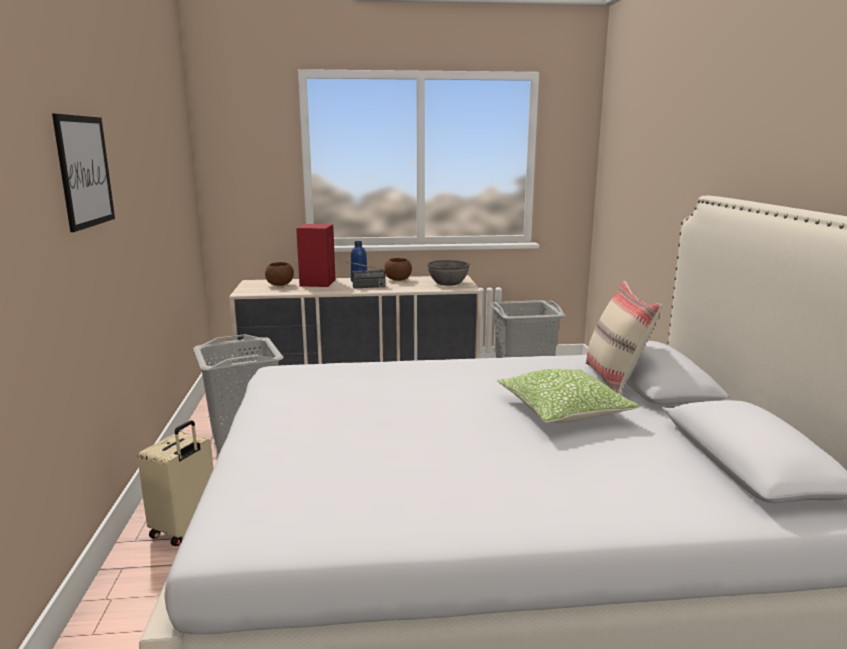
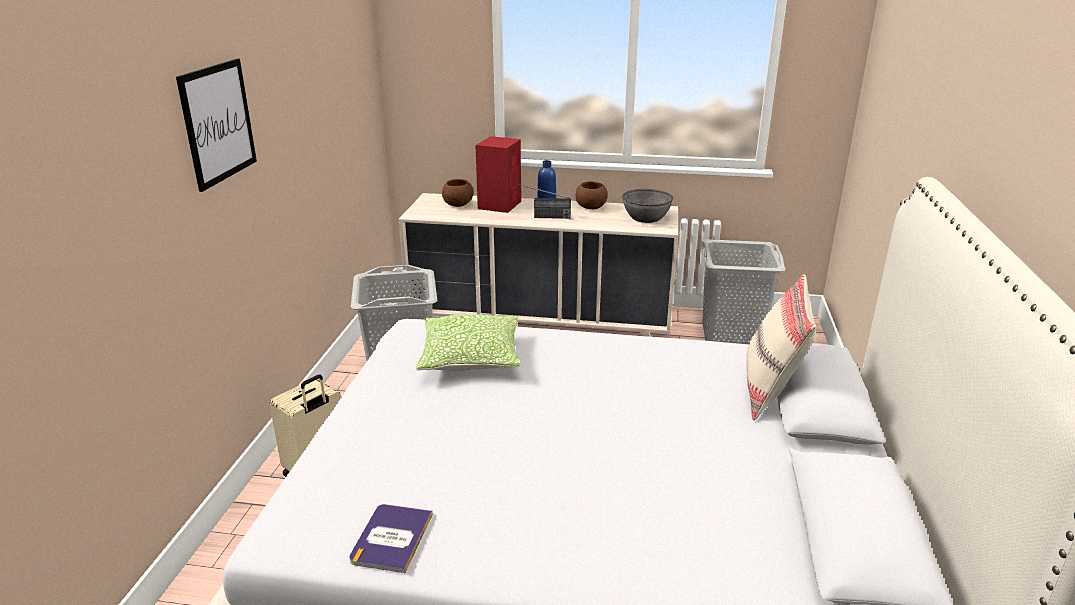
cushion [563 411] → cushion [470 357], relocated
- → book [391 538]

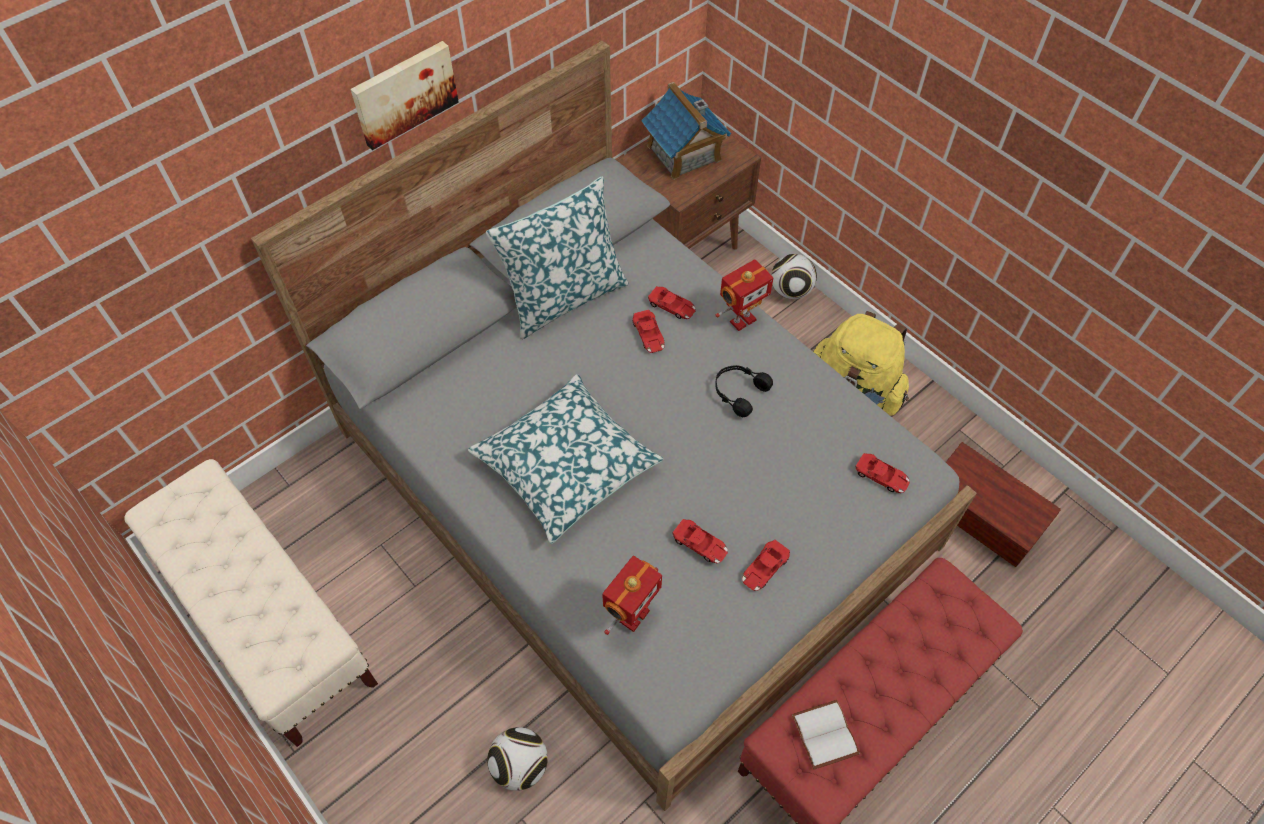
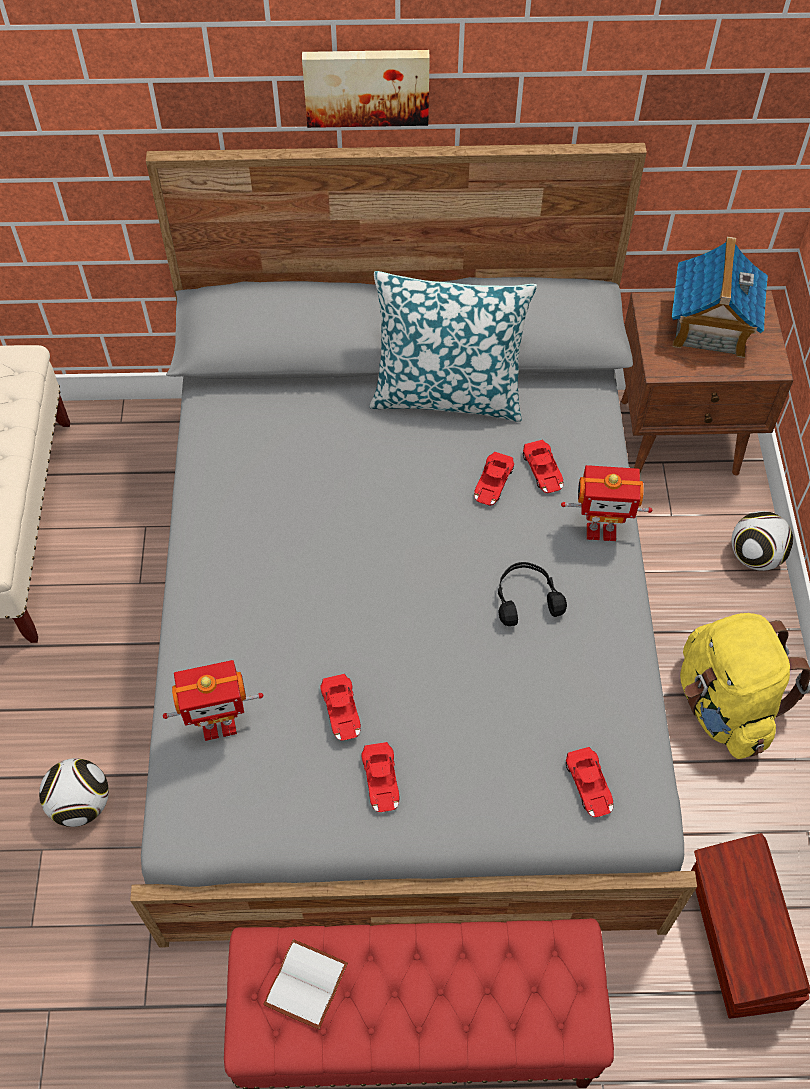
cushion [566 465] → -
red model car [764 568] → red model car [381 780], 90 degrees counterclockwise

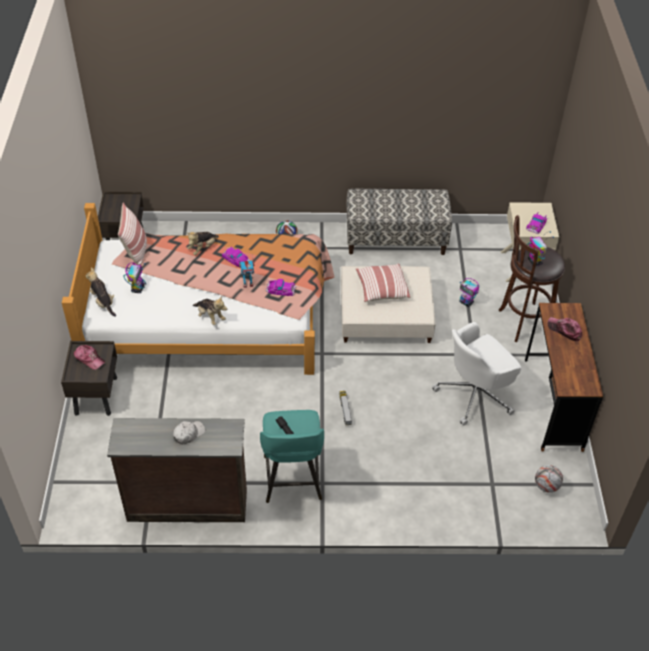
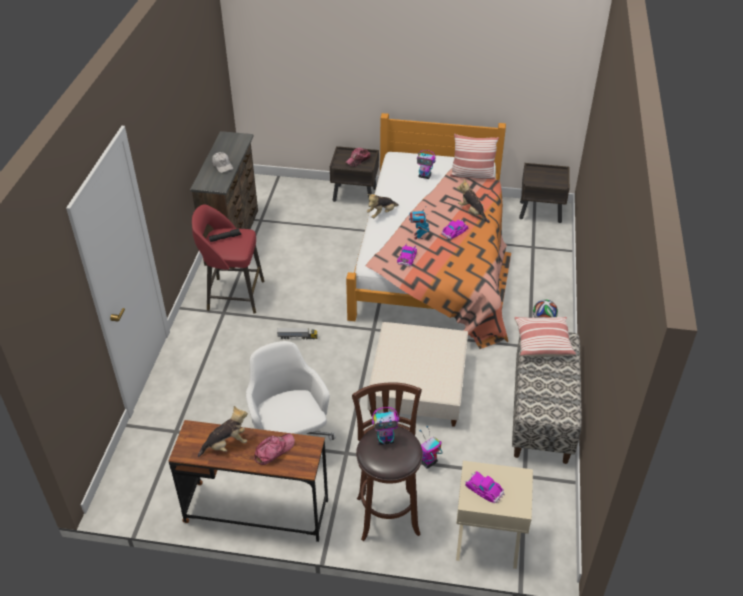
cushion [381 289] → cushion [542 343], relocated
soft toy [103 302] → soft toy [226 445], relocated
blue-green sitting stool [292 480] → red sitting stool [233 295]
football ball [546 486] → -

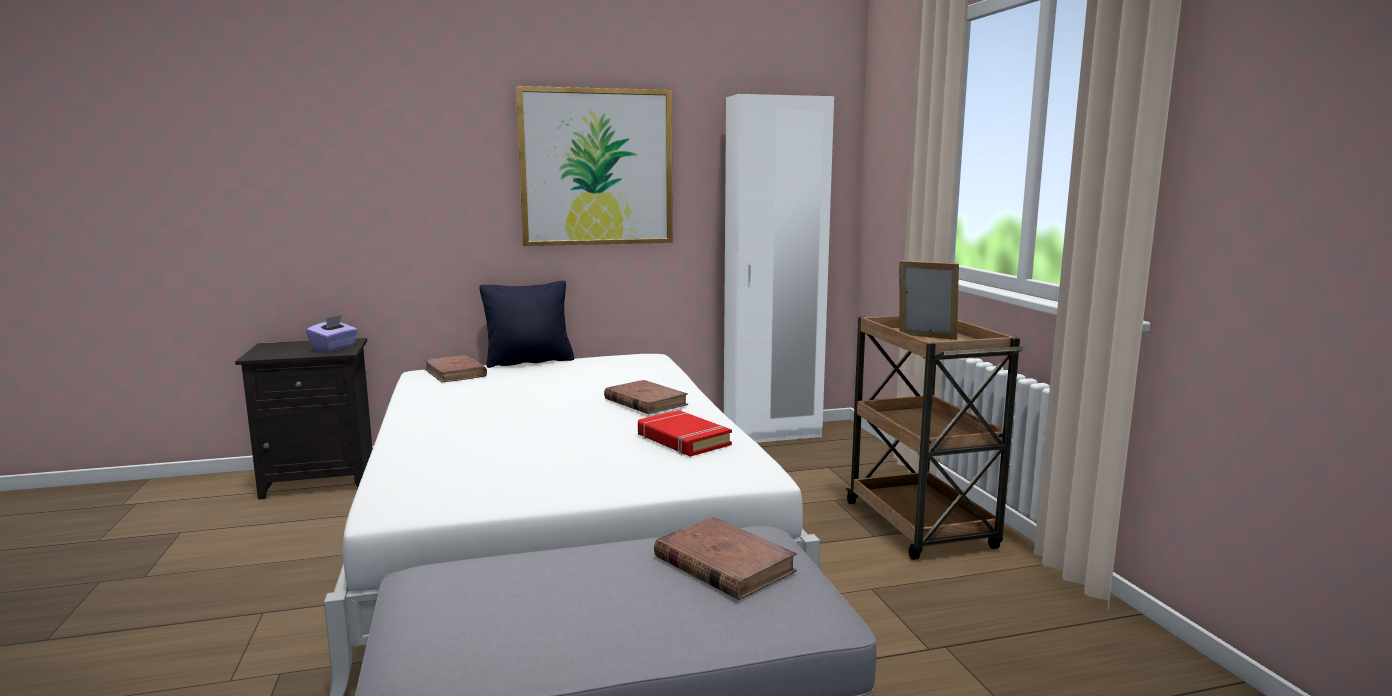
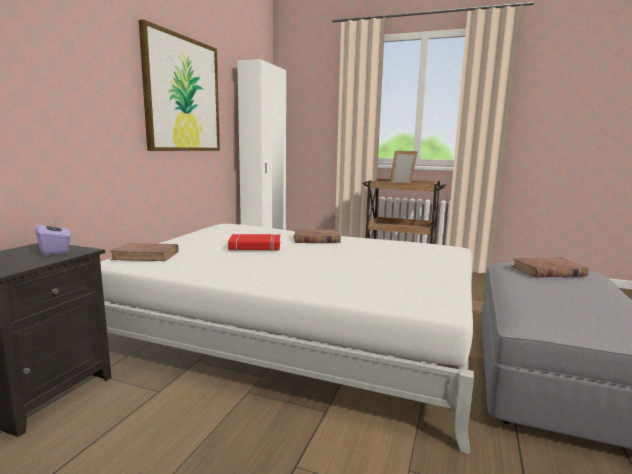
black-coloured cushion [529 362] → -
red book [683 440] → red book [255 246], relocated

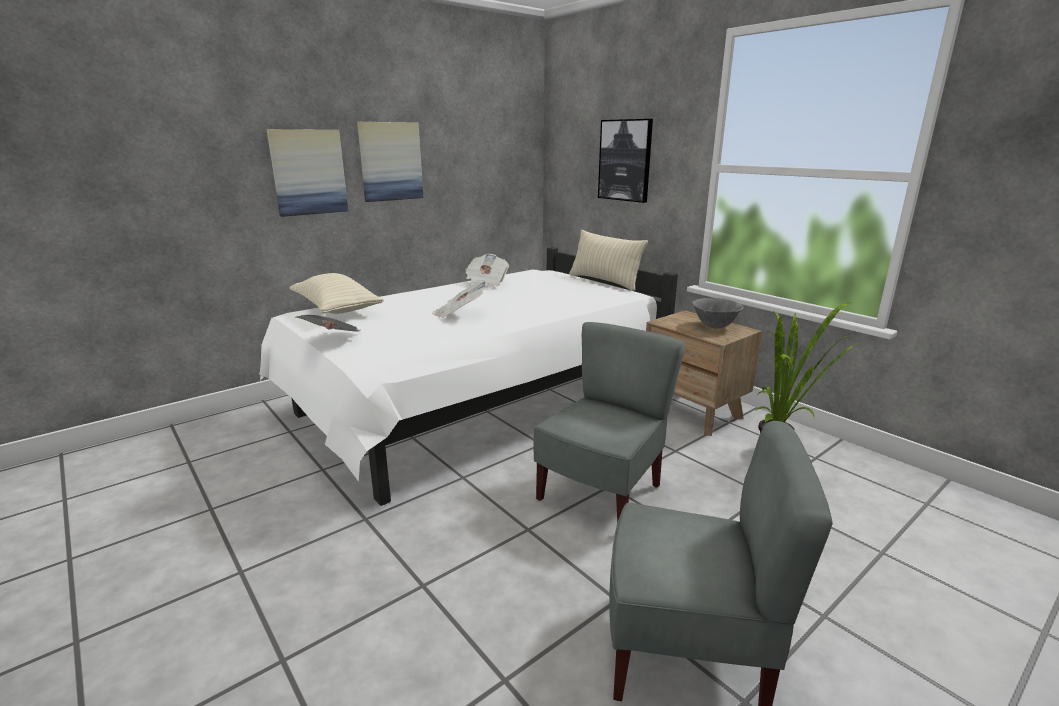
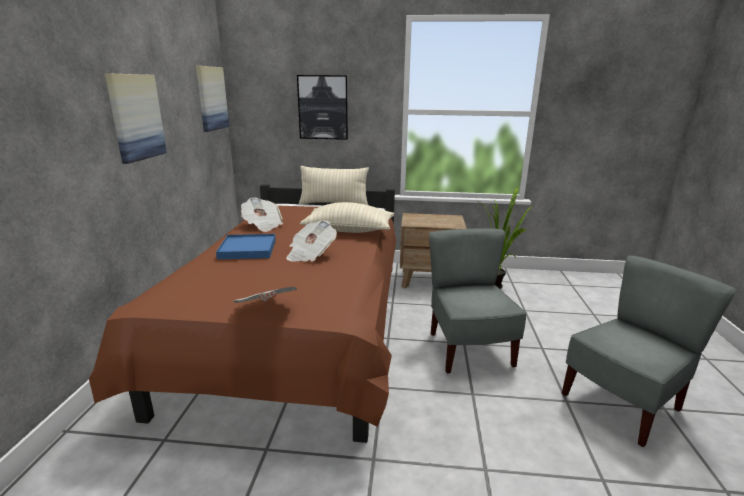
wall art [308 172] → wall art [211 98], relocated
white-coloured sleeping bed [478 403] → brown-coloured sleeping bed [298 330]
beige cushion [336 309] → beige cushion [349 230], relocated
grey serving bowl [714 326] → -
- → blue tray [248 249]

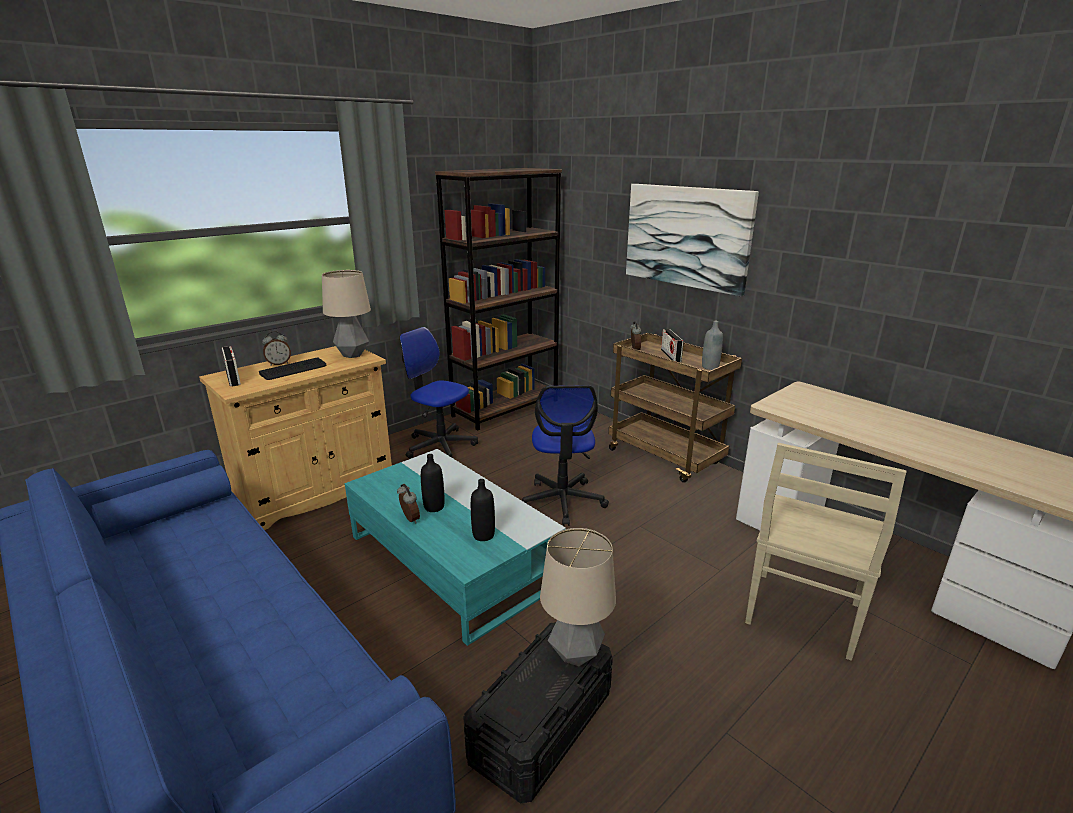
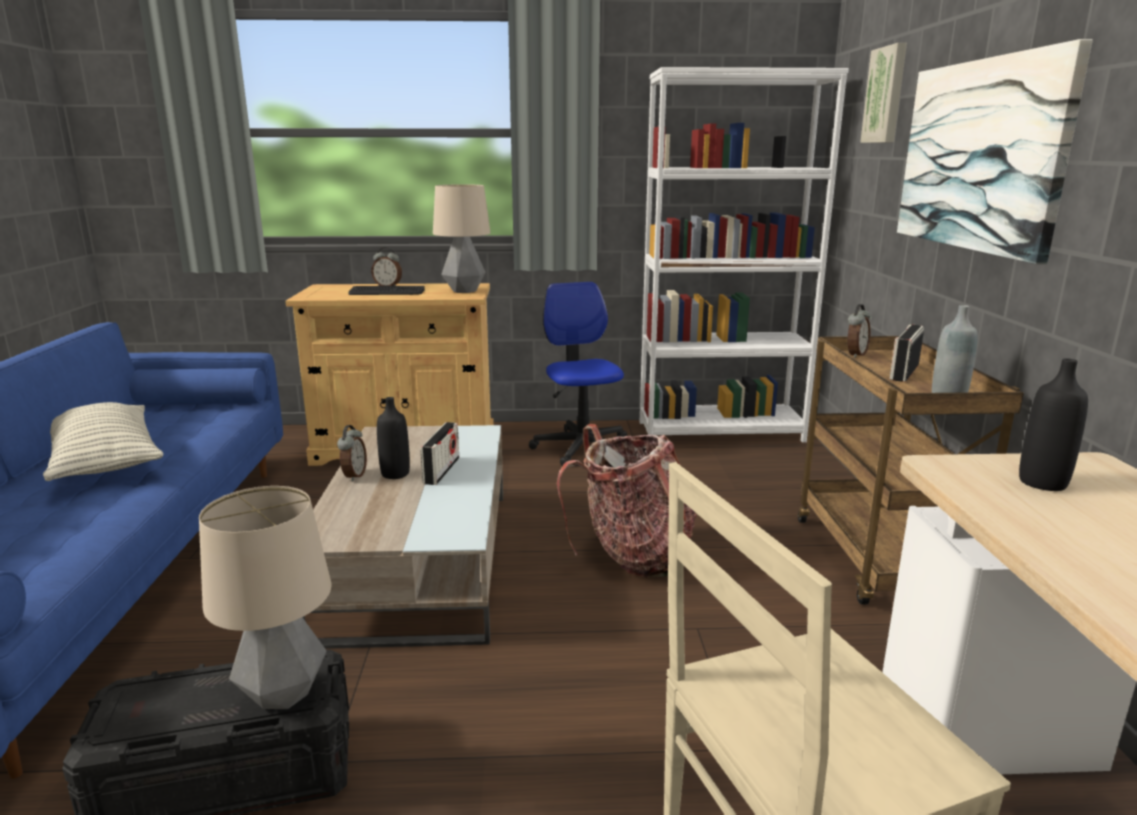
brown-coloured shelving unit [506 408] → white-coloured shelving unit [720 432]
radio receiver [233 378] → radio receiver [442 470], relocated
desk chair [562 501] → rucksack [634 554]
blue-green lounge table [452 559] → beige lounge table [419 559]
black-coloured drink bottle [483 535] → black-coloured drink bottle [1042 482], relocated
- → wall art [886 95]
- → cushion [105 462]

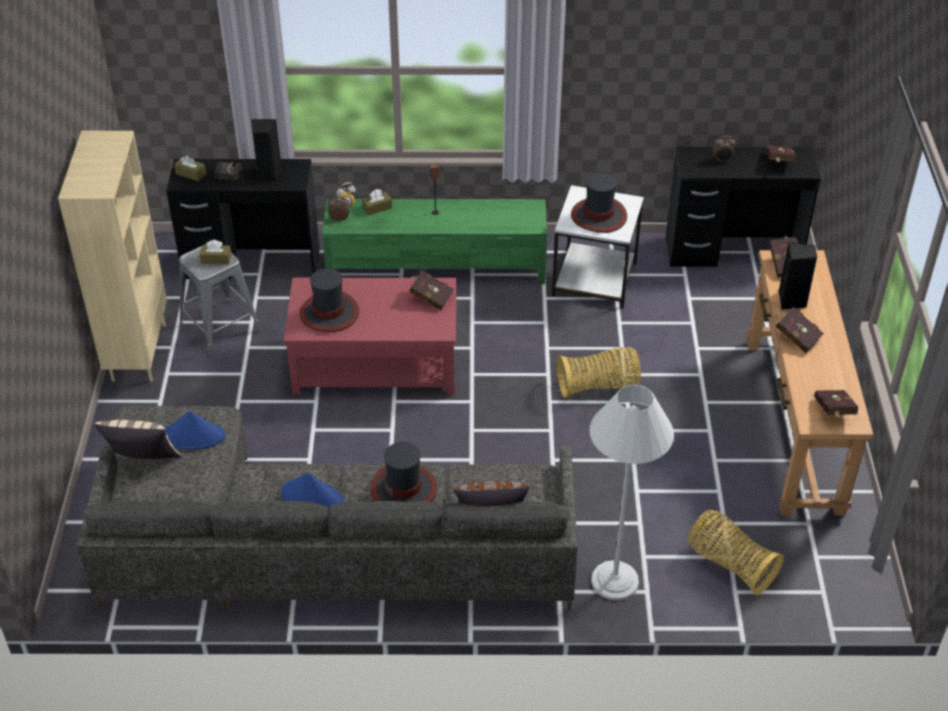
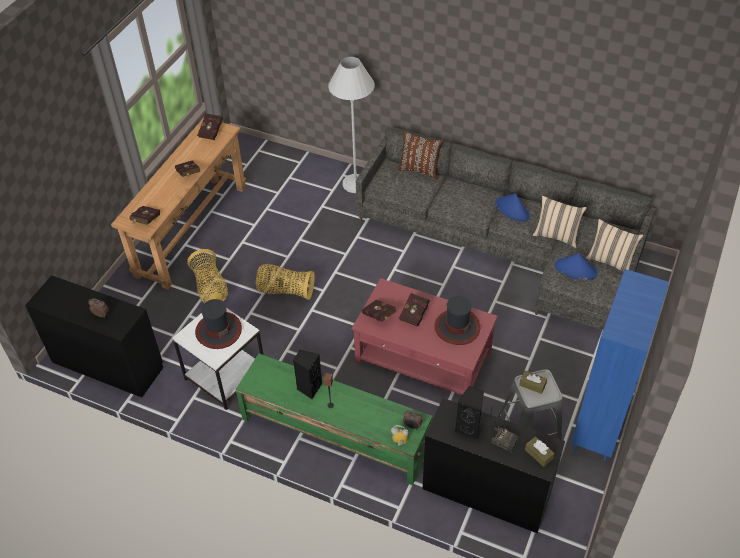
beige shelving unit [138 351] → blue shelving unit [599 429]
red book [778 163] → red book [415 314], relocated
brown-coloured tissue holder [377 208] → -
black-coloured loudspeaker [792 301] → black-coloured loudspeaker [309 388], relocated
wearable hat [404 489] → -
basket [730 564] → basket [210 288], relocated
- → beige cushion [556 236]

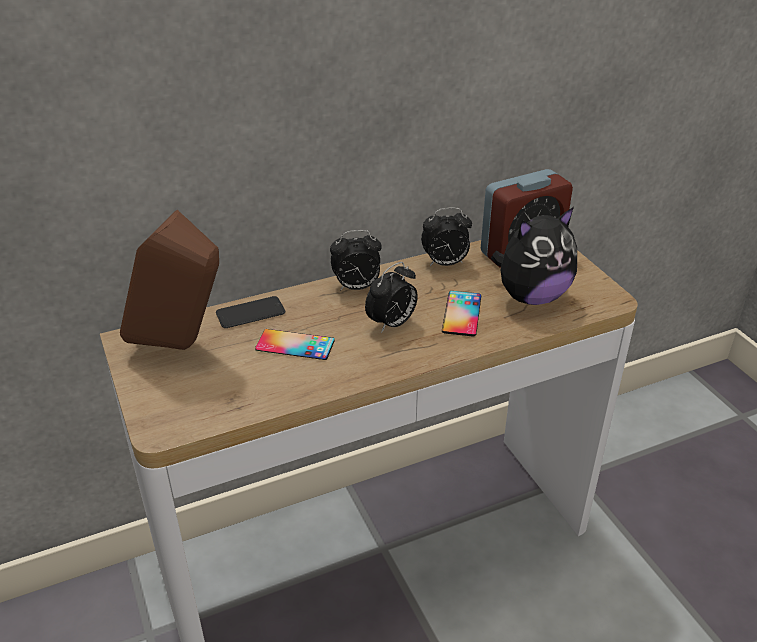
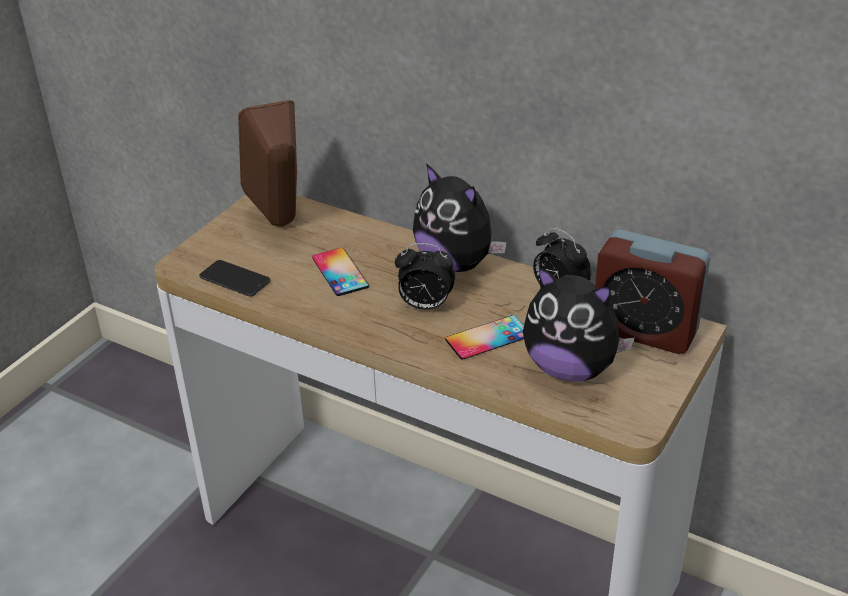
alarm clock [356 287] → soft toy [456 263]
handset [250 313] → handset [235 279], relocated

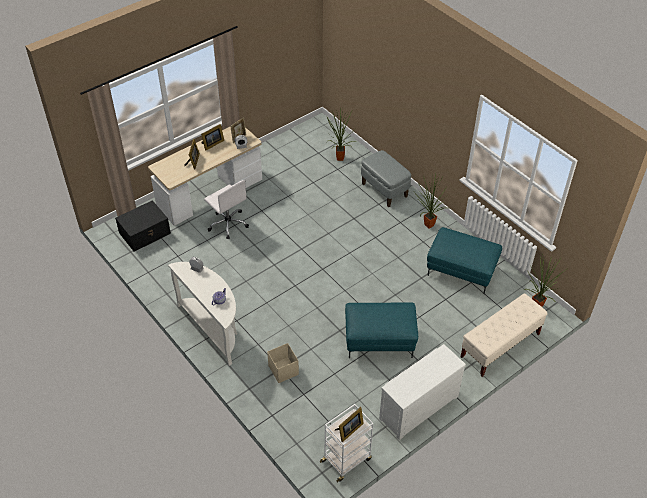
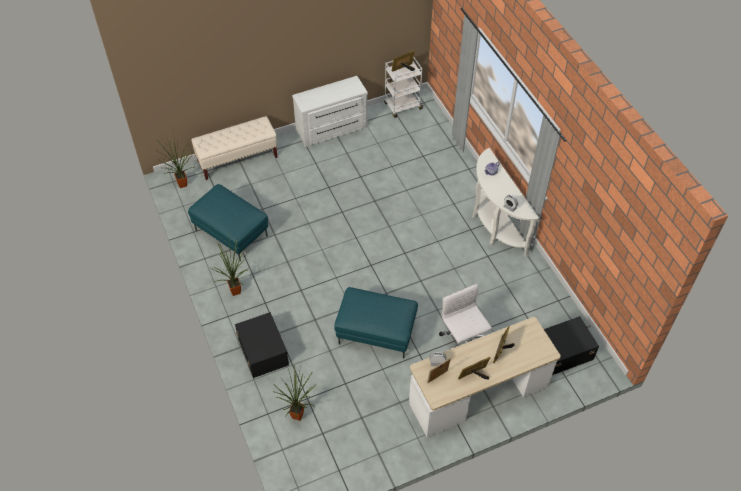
grey ottoman [384 190] → black-coloured storage box [263 350]
blue-green ottoman [379 340] → blue-green ottoman [375 333], relocated
beige storage box [283 370] → -

